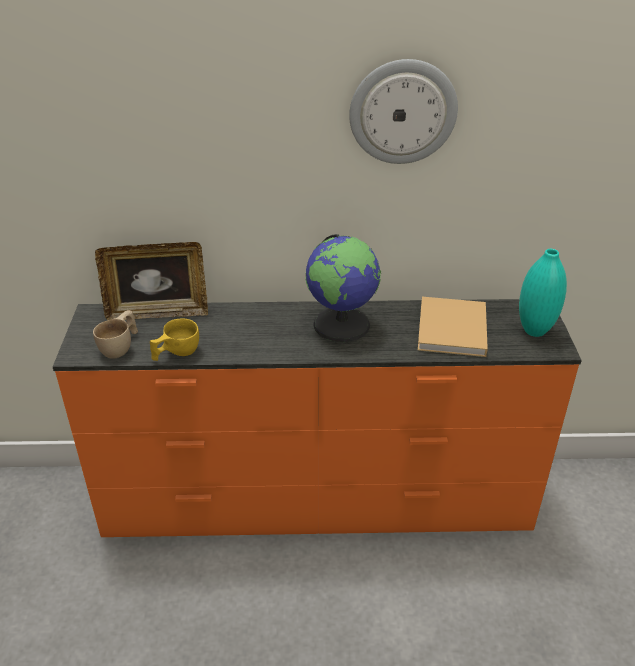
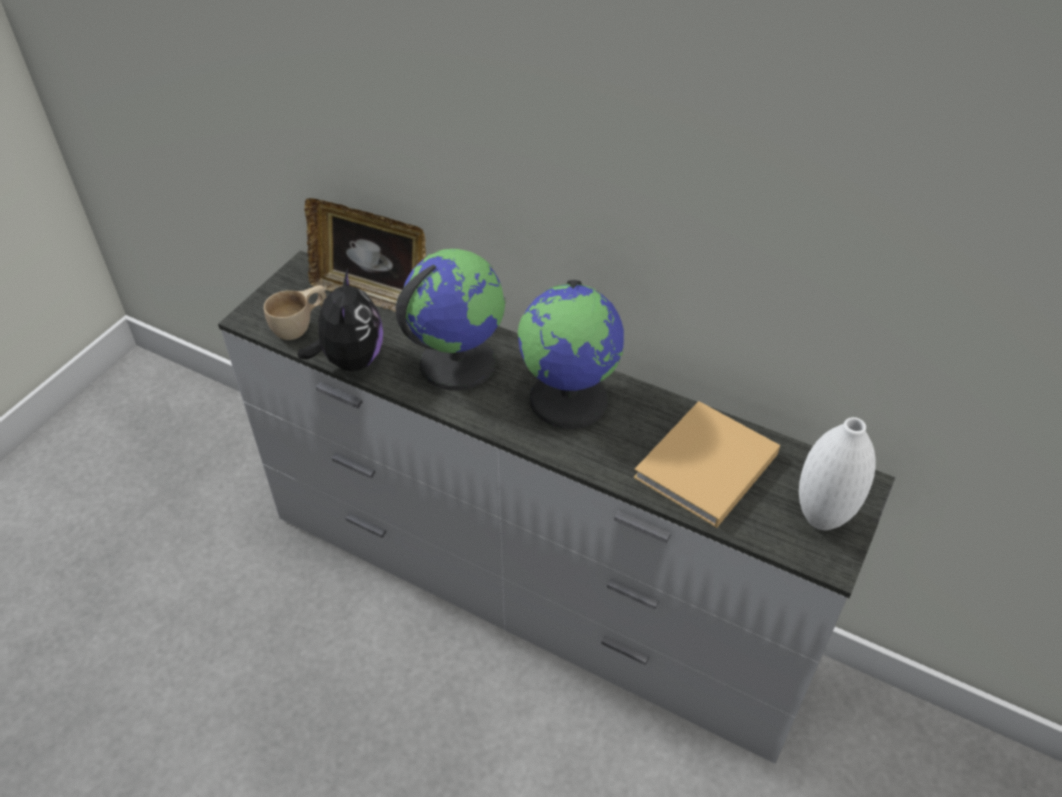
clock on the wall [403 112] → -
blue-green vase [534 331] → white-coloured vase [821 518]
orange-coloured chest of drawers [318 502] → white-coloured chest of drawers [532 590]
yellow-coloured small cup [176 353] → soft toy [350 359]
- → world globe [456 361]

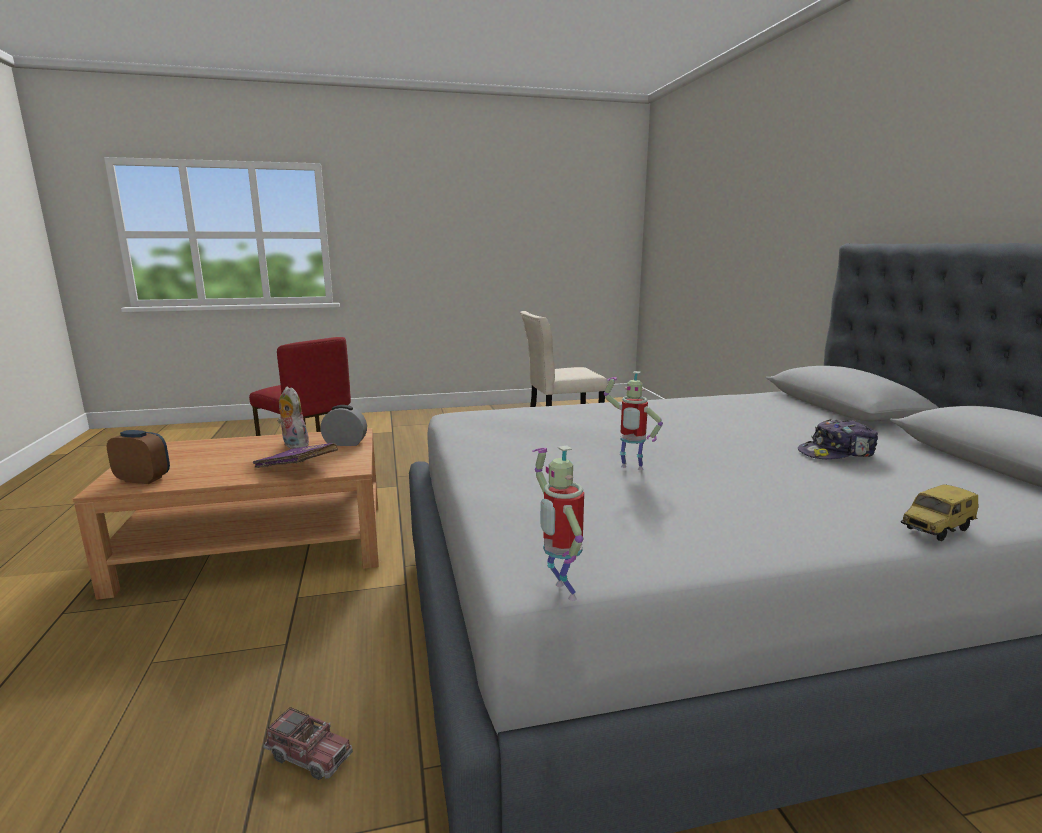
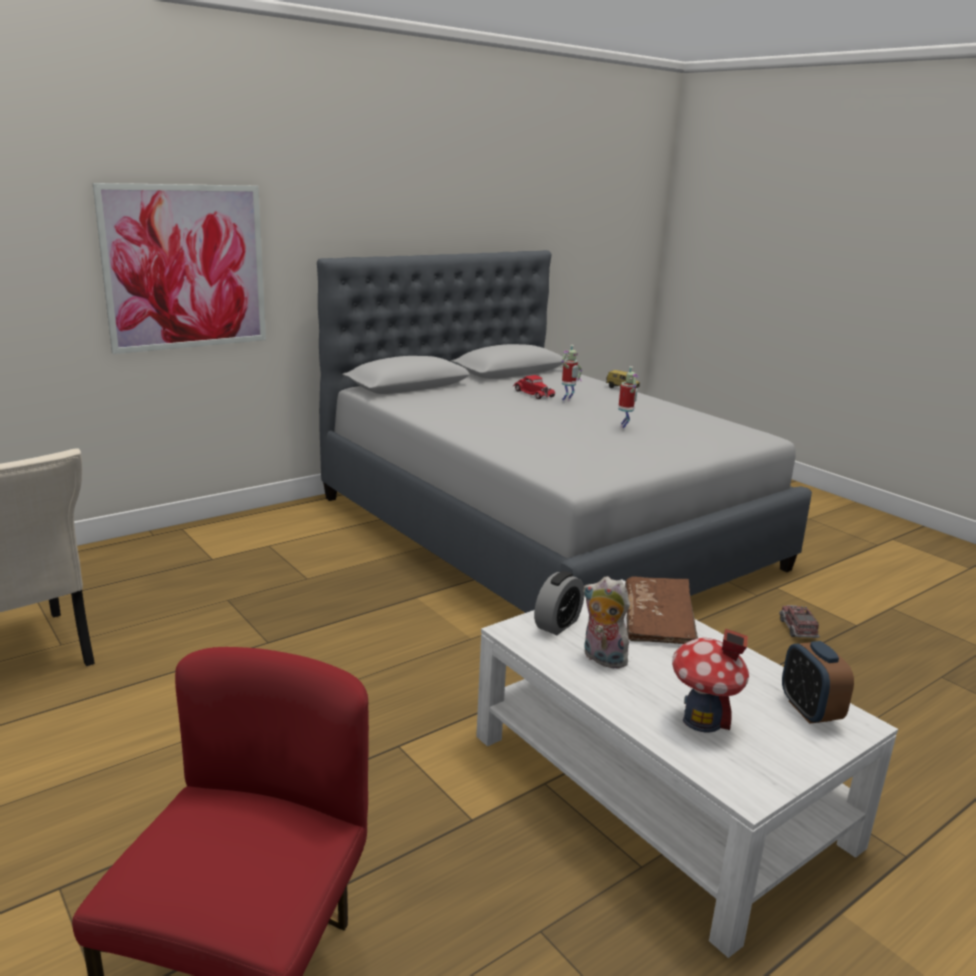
soft toy [293 445] → soft toy [602 659], 105 degrees clockwise
alarm clock [345 443] → alarm clock [558 624], 120 degrees counterclockwise
cap [837 453] → red model car [533 393]
brown-coloured lounge table [257 545] → white-coloured lounge table [659 789]
purplish book [297 468] → brown-coloured book [658 623]
toy robot [560 592] → toy robot [567 401], relocated
- → wall art [185 267]
- → toy house [702 720]

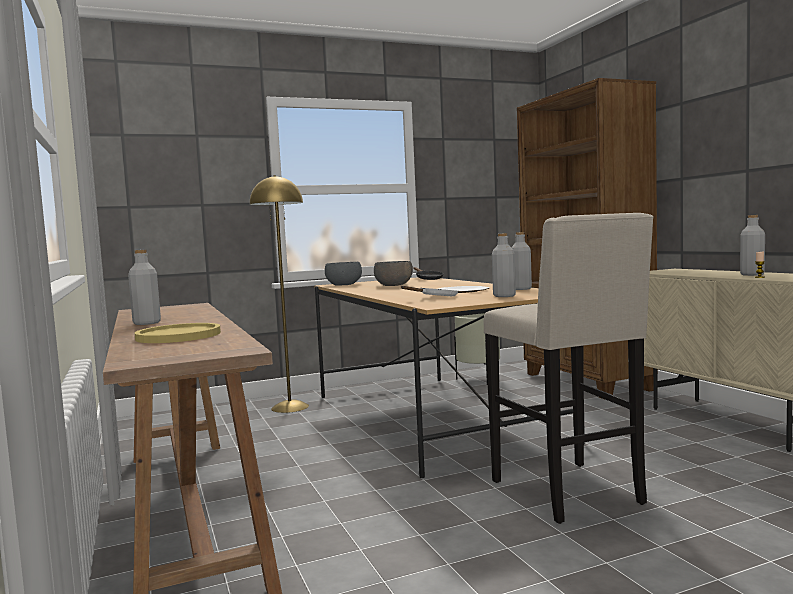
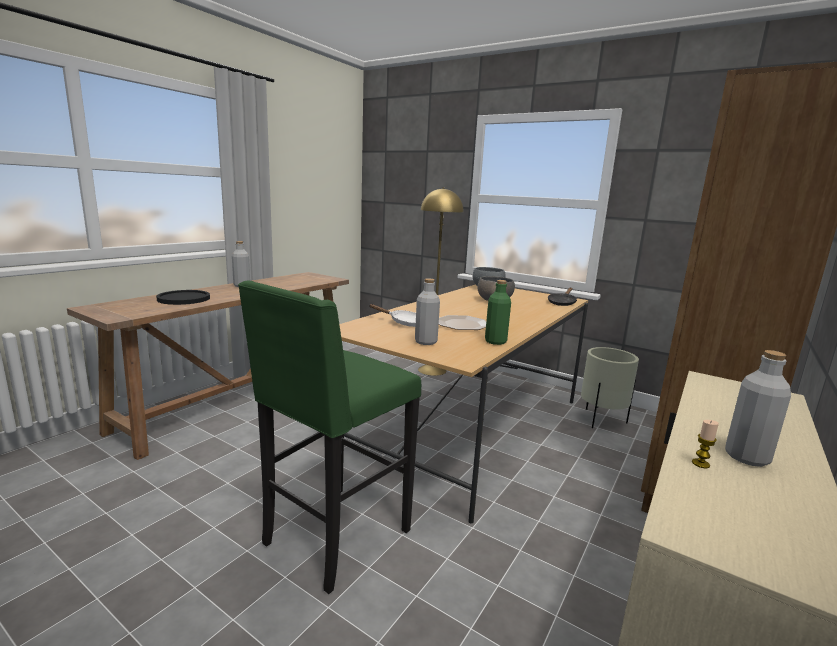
beige sitting stool [570 493] → green-coloured sitting stool [334 538]
grey drink bottle [521 289] → green-coloured drink bottle [495 341]
yellow-coloured plate [178 336] → black-coloured plate [184 299]

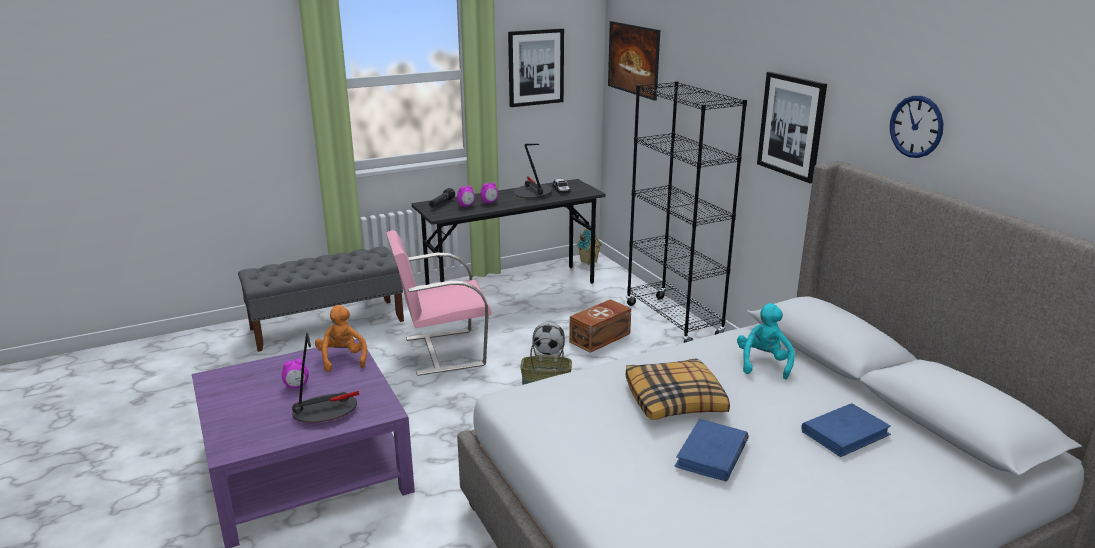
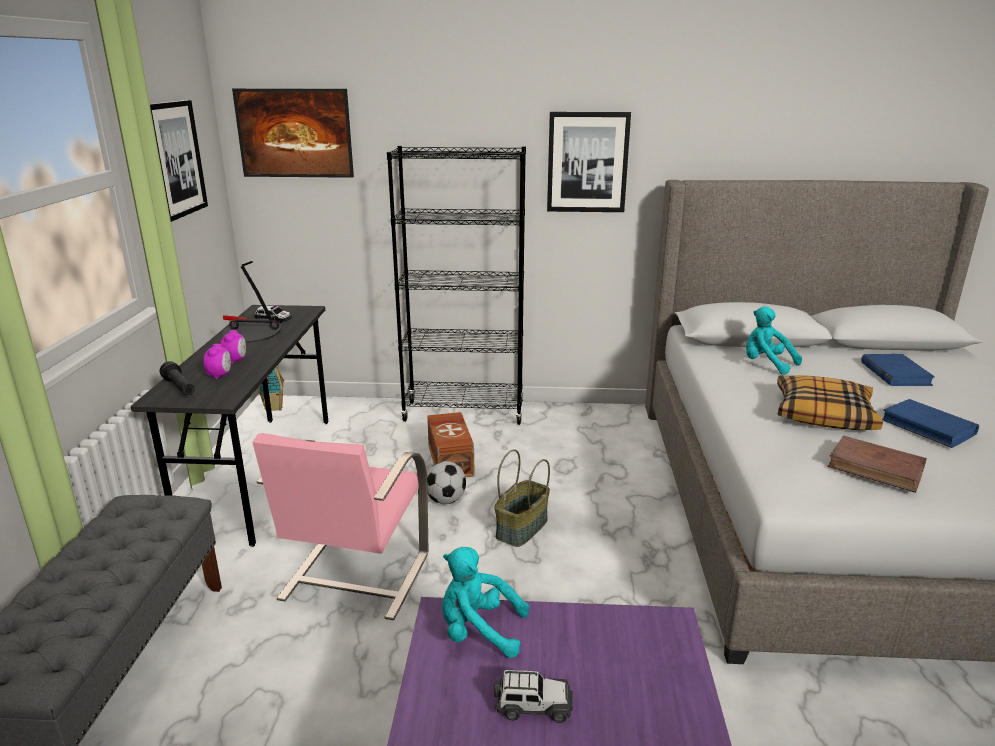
clock on the wall [916 126] → -
orange-coloured soft toy [342 359] → blue-green soft toy [478 631]
table lamp [325 410] → -
alarm clock [296 386] → model car [533 706]
- → brown-coloured book [876 468]

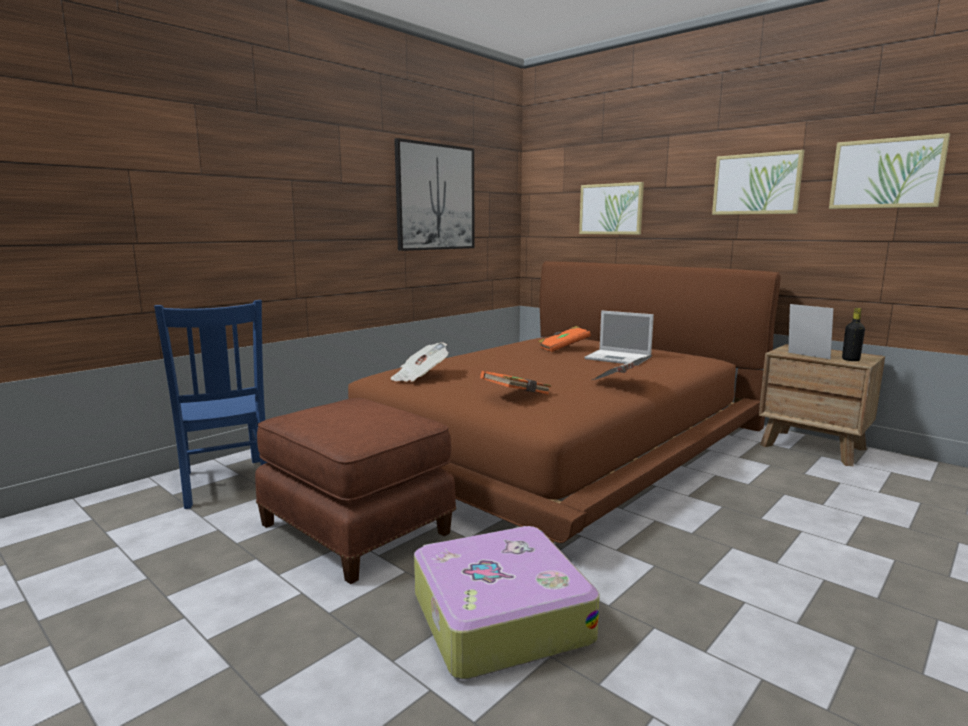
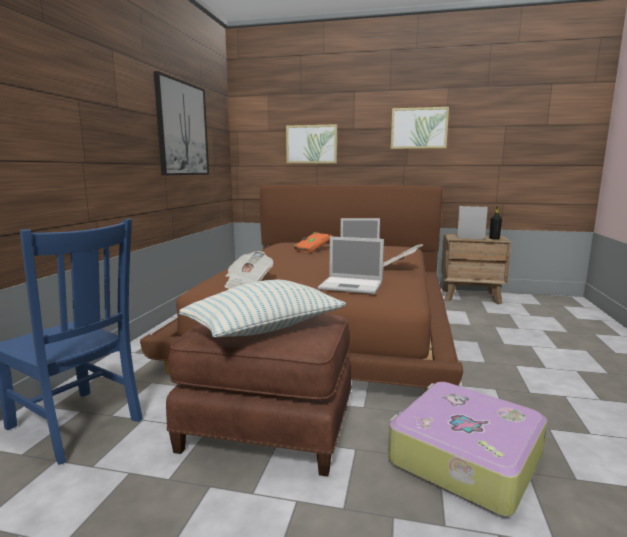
wall art [886 173] → -
orange-coloured book [516 396] → portable computer [352 285]
- → cushion [265 328]

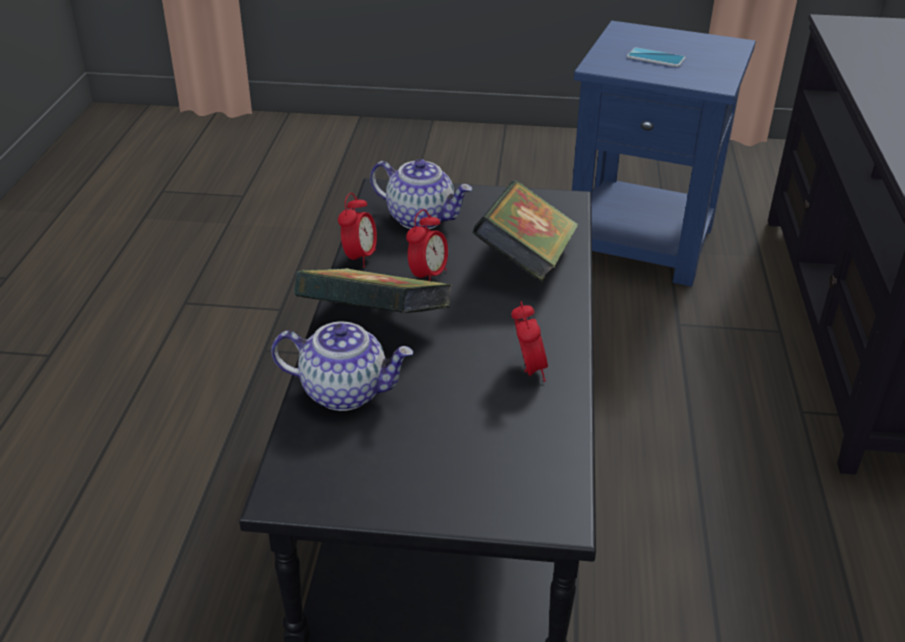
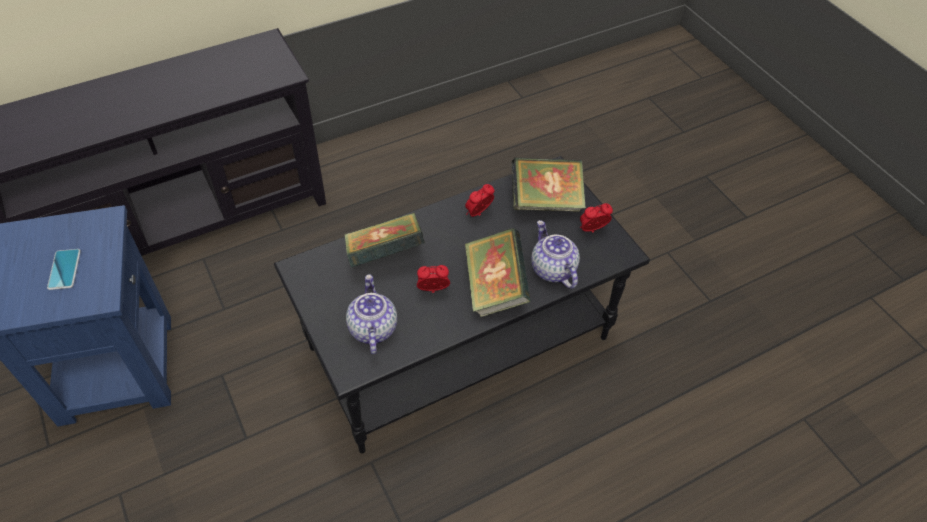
alarm clock [359 257] → alarm clock [592 230], relocated
- → book [545 201]

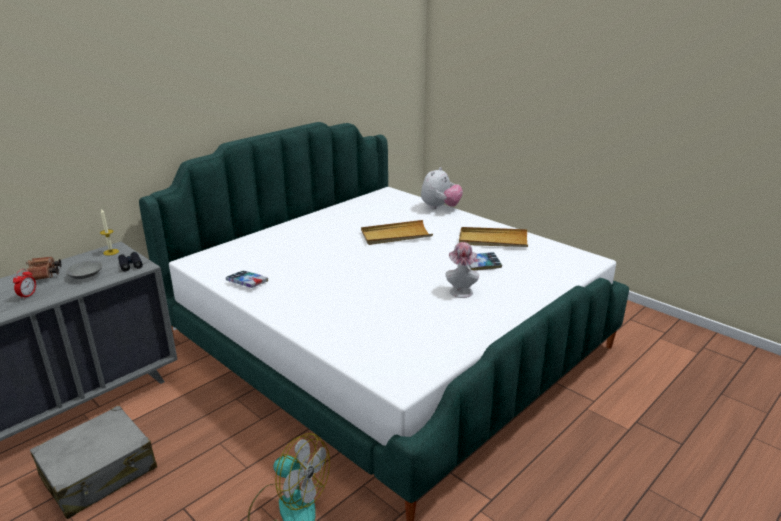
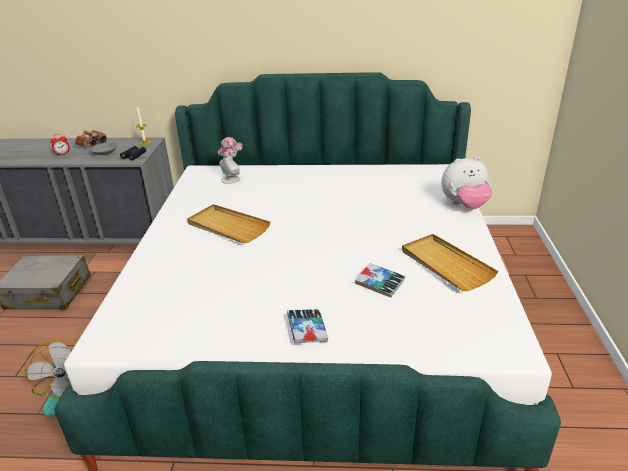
beige tray [395 235] → beige tray [227 226], relocated
wearable hat [460 290] → wearable hat [233 178], relocated
book [247 282] → book [307 329], relocated

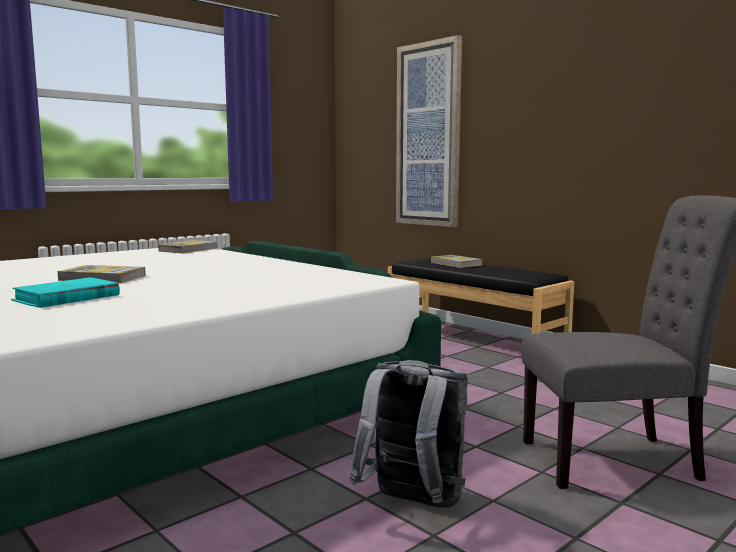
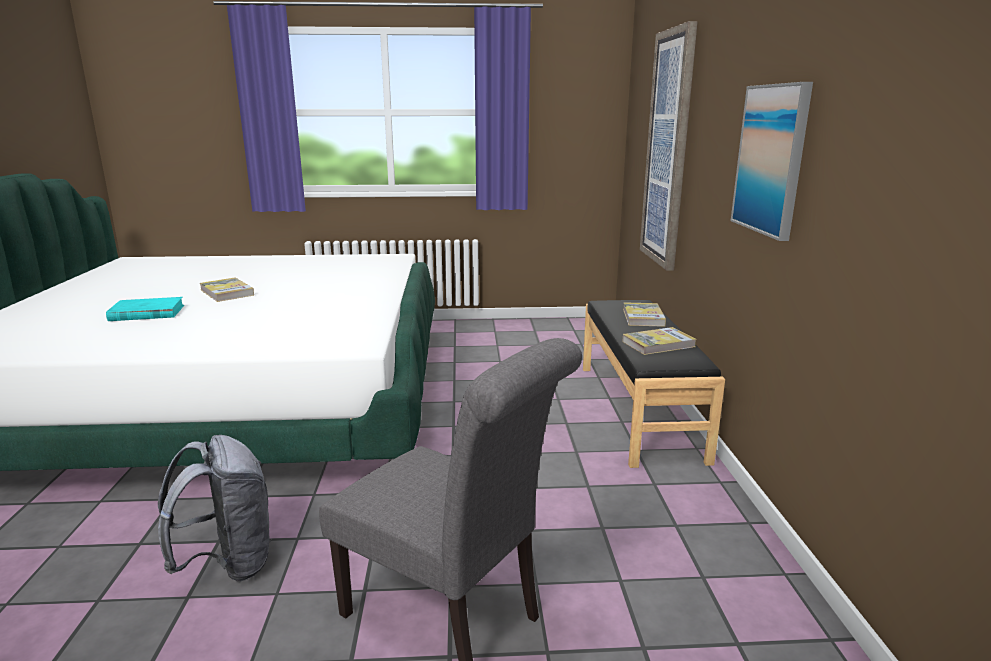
book [189 249] → book [658 344], relocated
- → wall art [771 159]

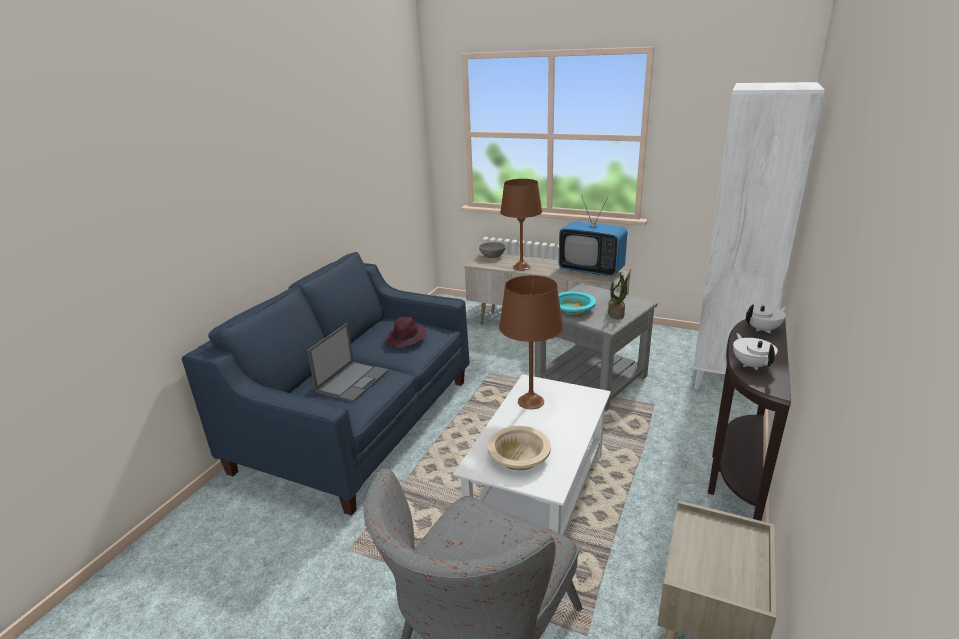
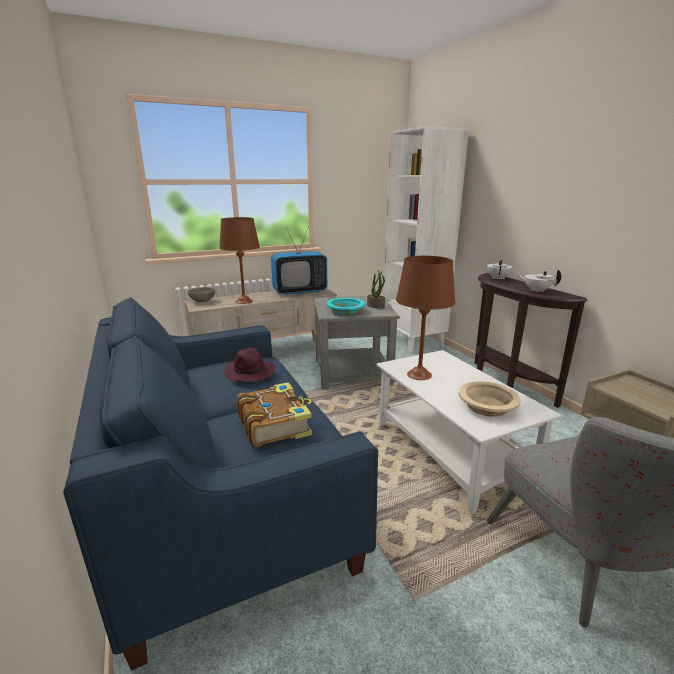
portable computer [353 381] → book [274 423]

